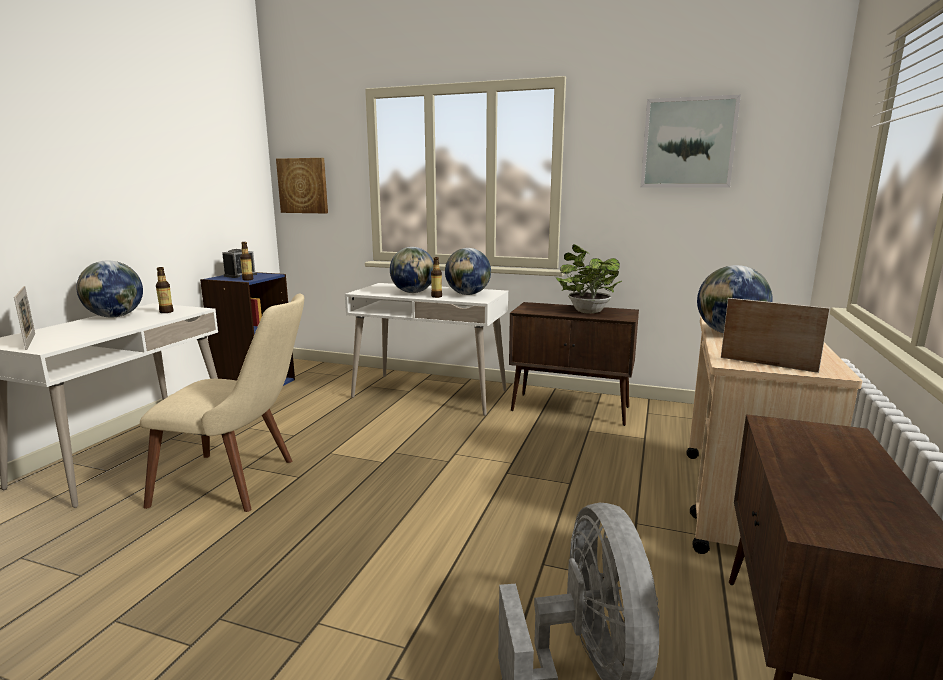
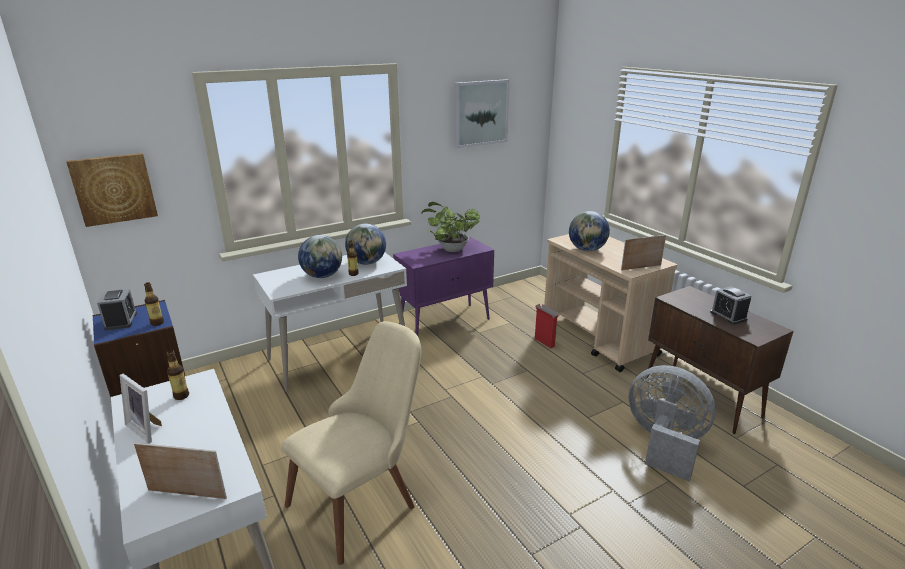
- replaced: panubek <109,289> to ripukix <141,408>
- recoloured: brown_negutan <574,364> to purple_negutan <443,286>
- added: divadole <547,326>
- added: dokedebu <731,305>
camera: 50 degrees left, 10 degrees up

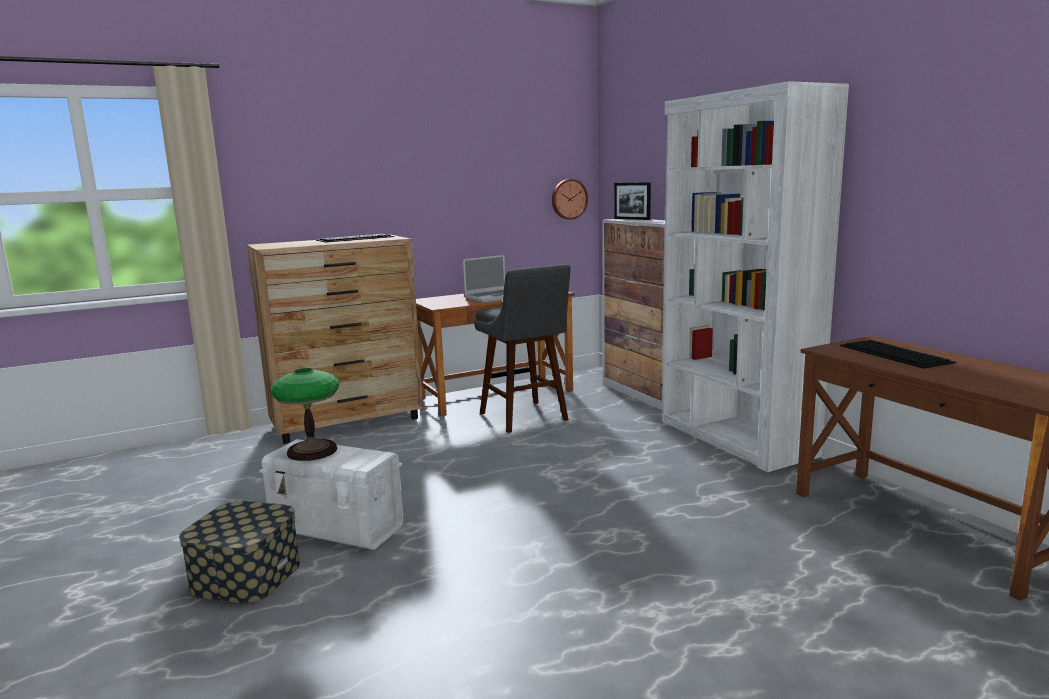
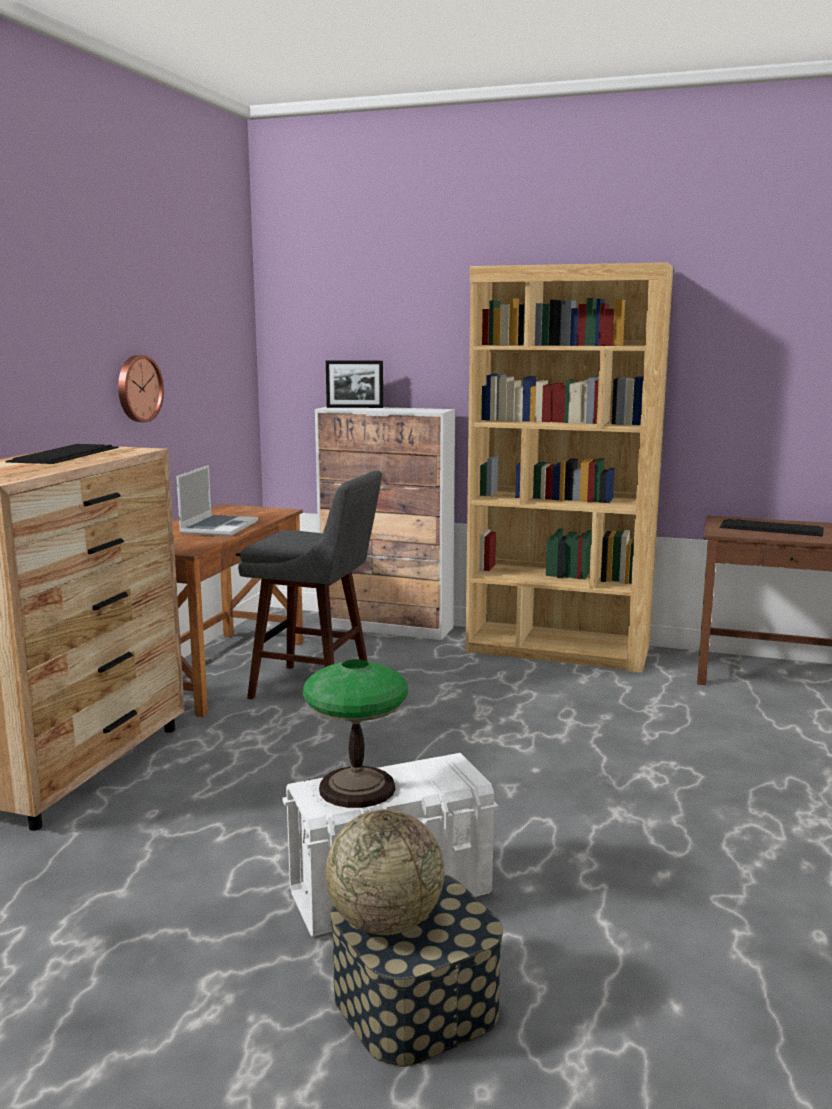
- moved: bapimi <570,199> to <141,388>
- recoloured: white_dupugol <755,276> to brown_dupugol <569,467>
- added: panubek <385,872>
camera: 45 degrees left, 0 degrees up

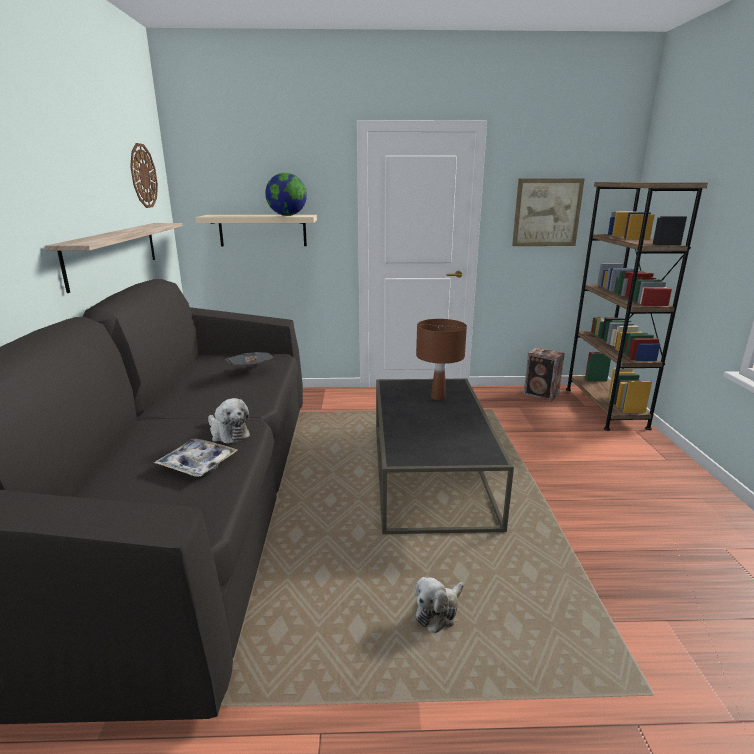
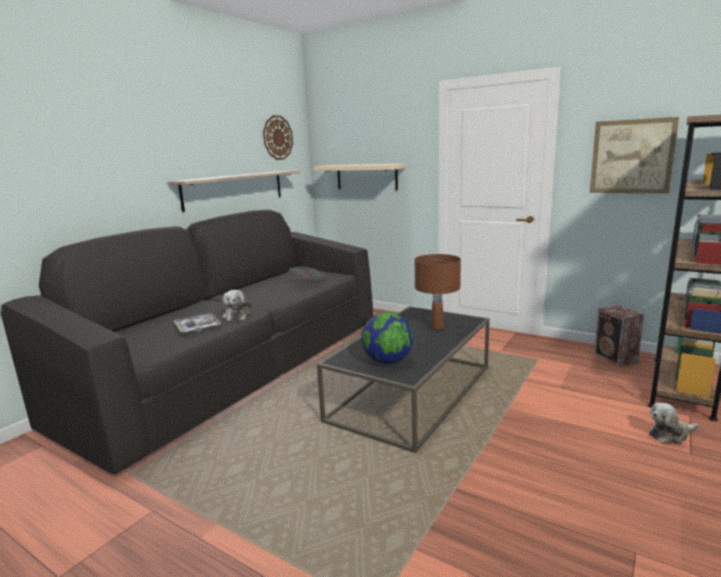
- moved: panubek <286,194> to <387,338>
- moved: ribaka <439,605> to <673,423>
camera: 35 degrees right, 5 degrees down

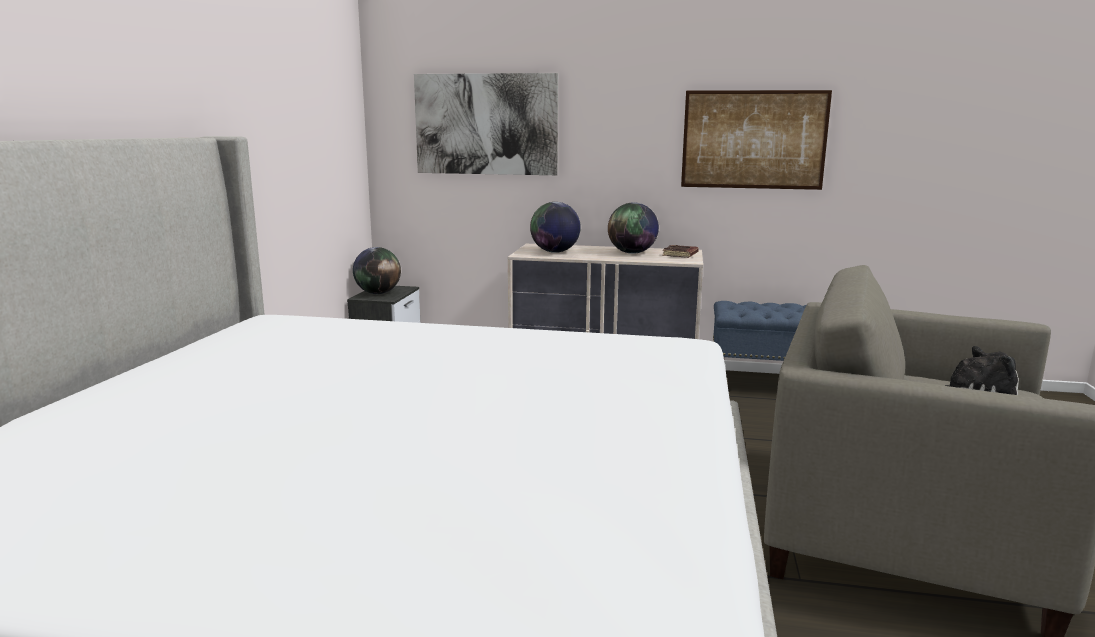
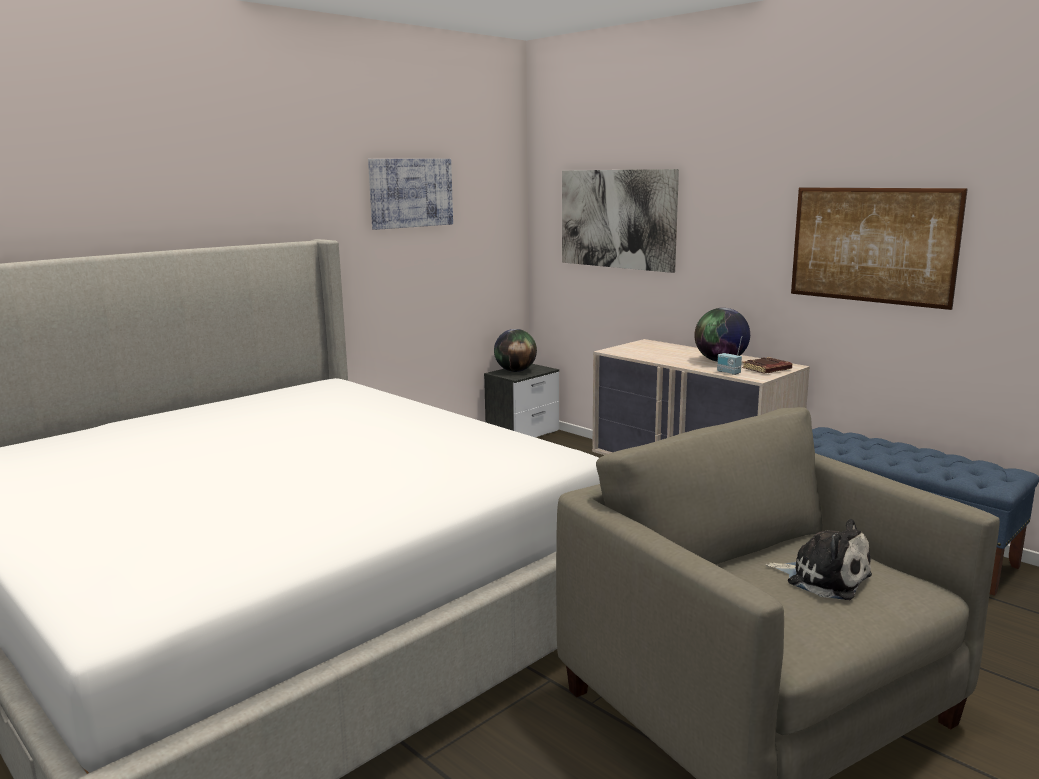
- removed: panubek <555,227>
- added: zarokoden <410,194>
- added: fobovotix <729,355>
camera: 35 degrees right, 0 degrees up

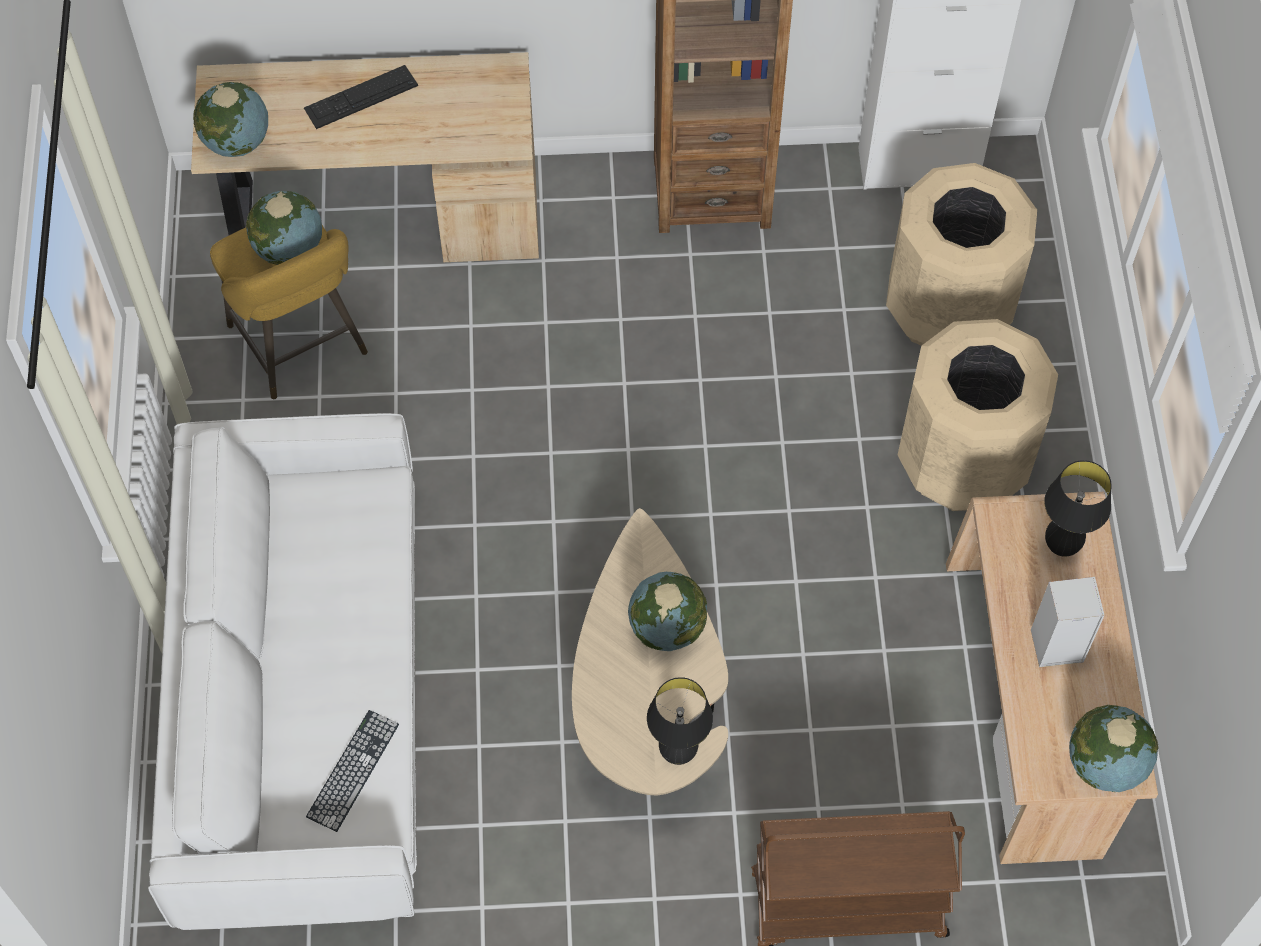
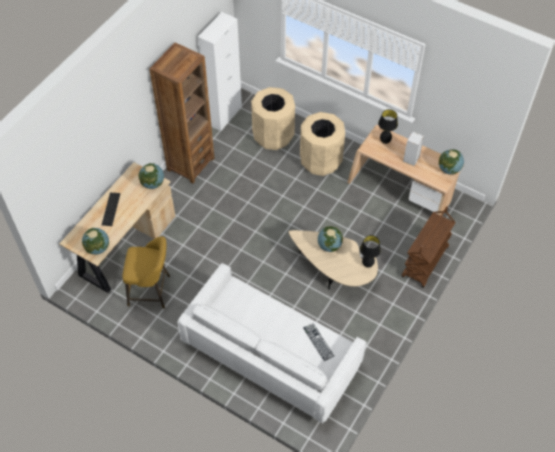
- moved: panubek <284,228> to <151,176>
camera: 55 degrees left, 5 degrees down

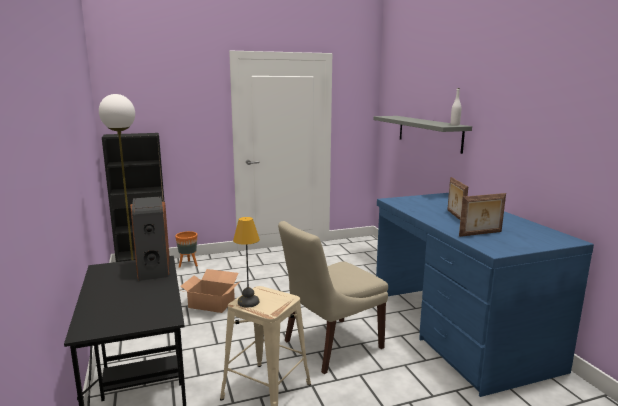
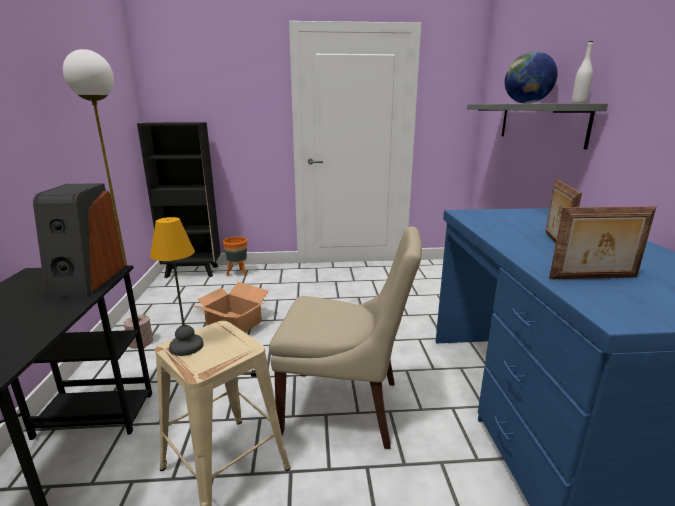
- turned: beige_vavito <333,297> = <345,338> 150 degrees counterclockwise
- added: panubek <531,77>
camera: 15 degrees right, 5 degrees up

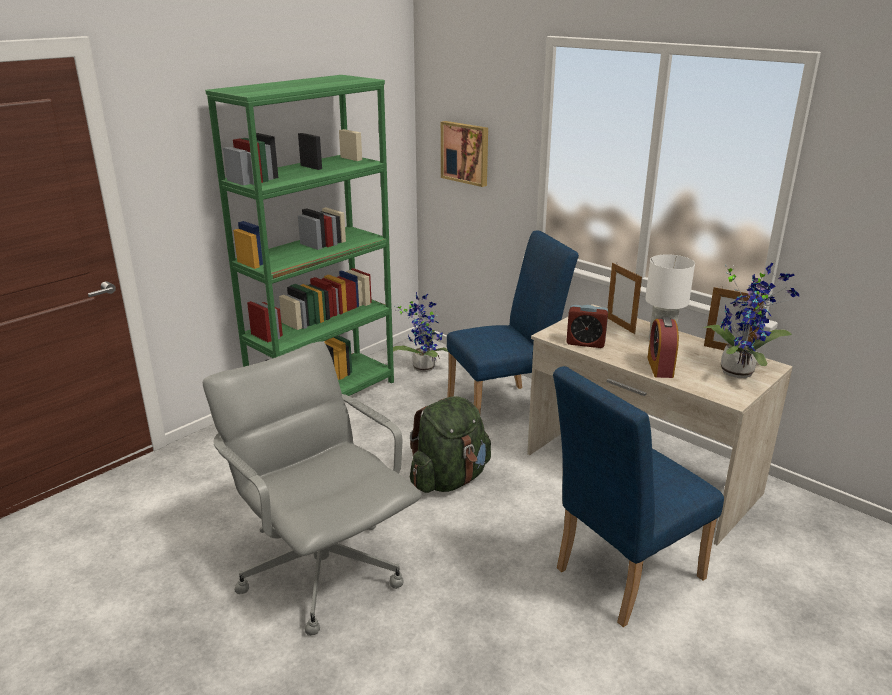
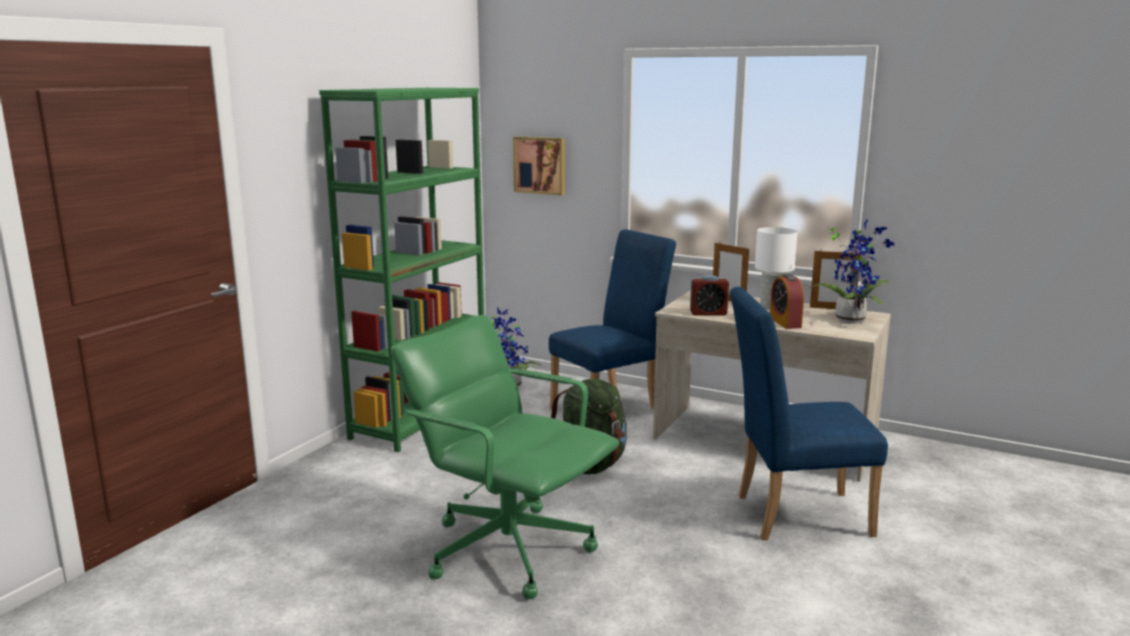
- recoloured: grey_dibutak <312,488> to green_dibutak <505,457>
- turned: blue_vavito <638,496> = <808,413> 45 degrees clockwise
camera: 15 degrees left, 10 degrees down

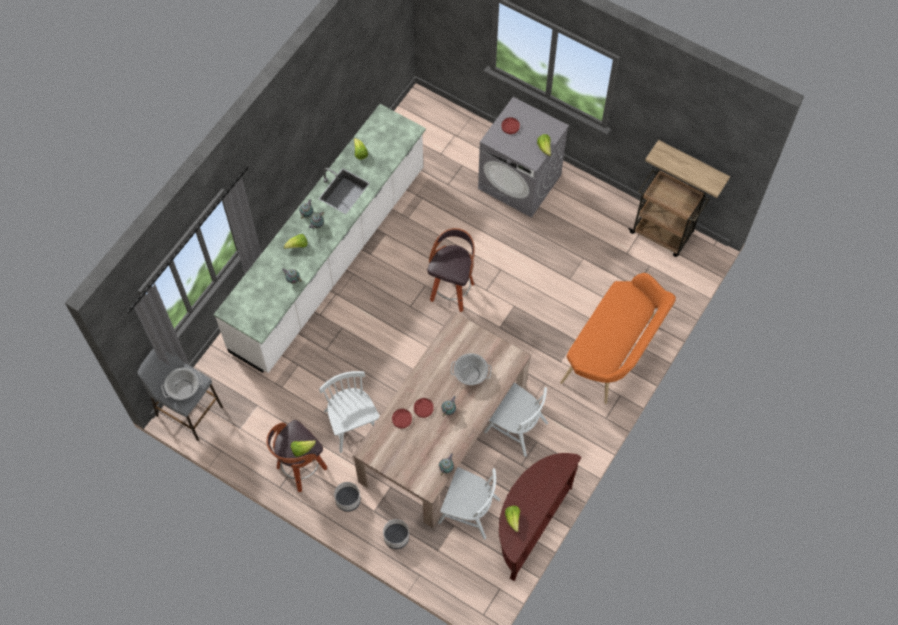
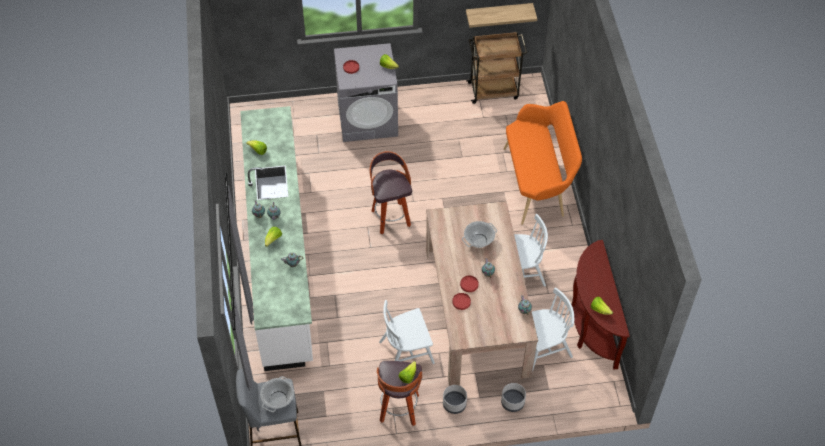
- turned: white_vavito <349,412> = <407,332> 45 degrees counterclockwise
camera: 40 degrees left, 10 degrees down

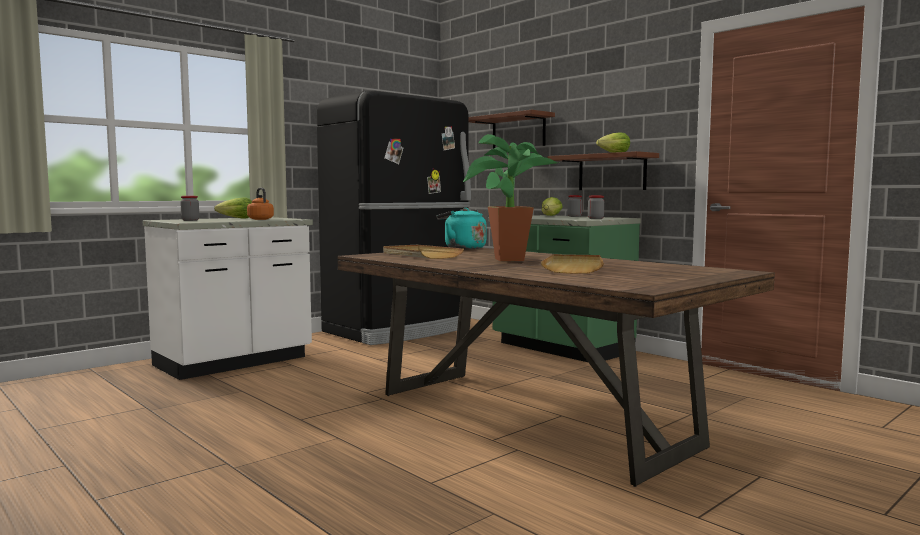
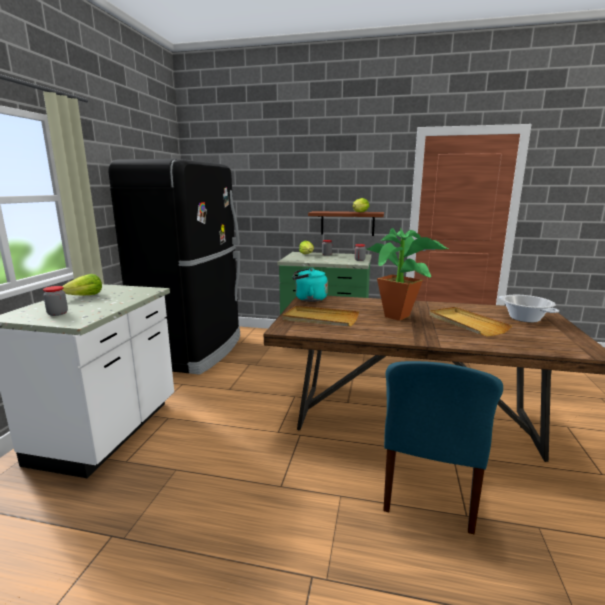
- removed: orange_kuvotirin <260,204>
- removed: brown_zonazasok <512,129>
- added: blue_vavito <443,447>
- added: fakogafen <529,309>
camera: 35 degrees left, 10 degrees up

